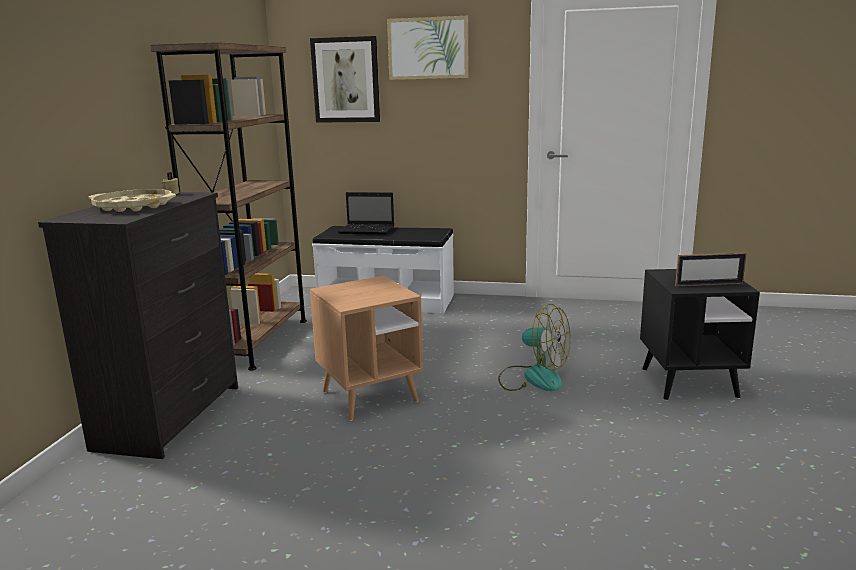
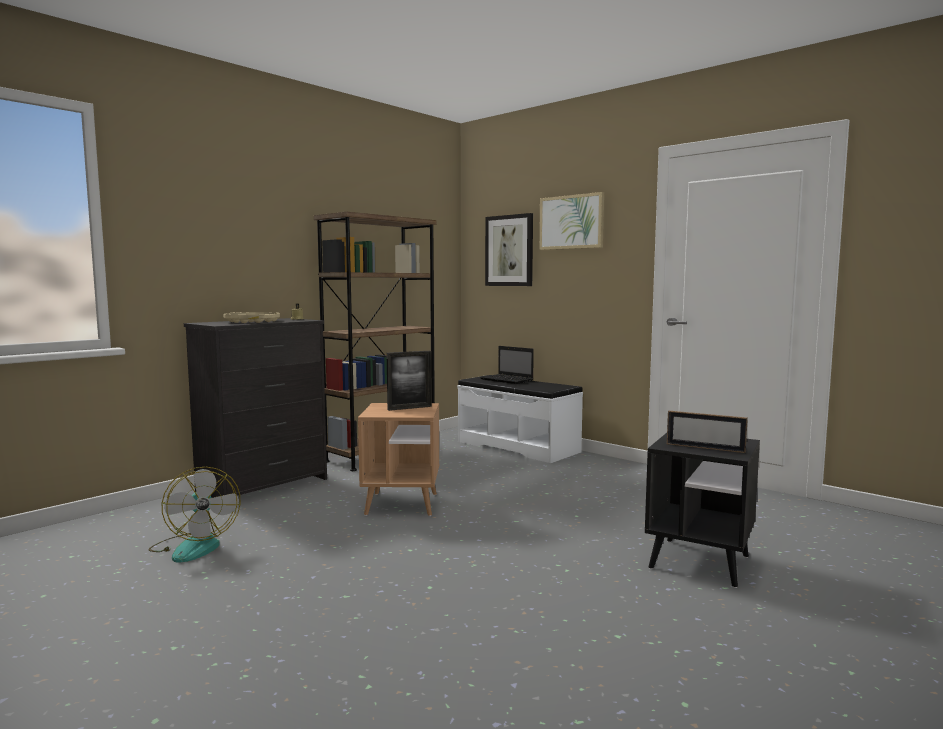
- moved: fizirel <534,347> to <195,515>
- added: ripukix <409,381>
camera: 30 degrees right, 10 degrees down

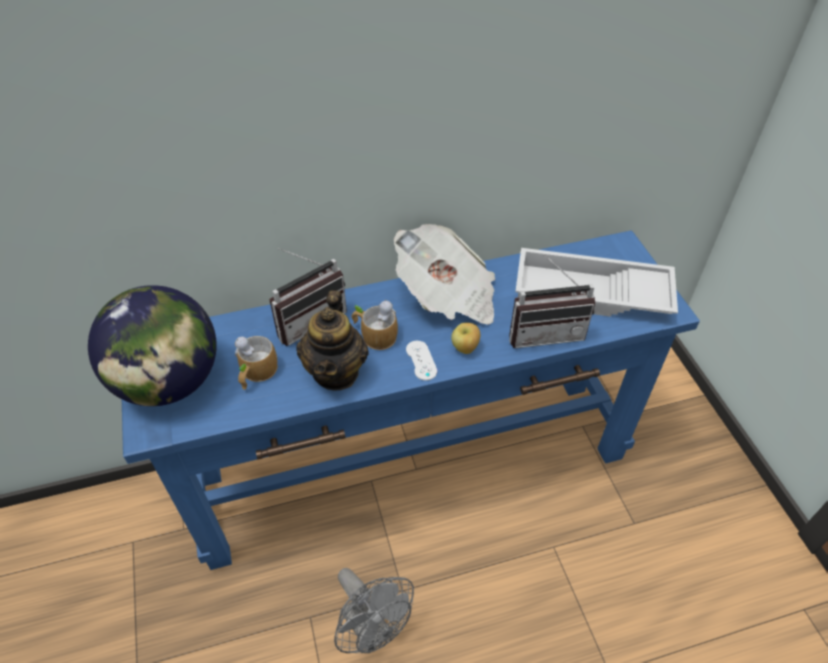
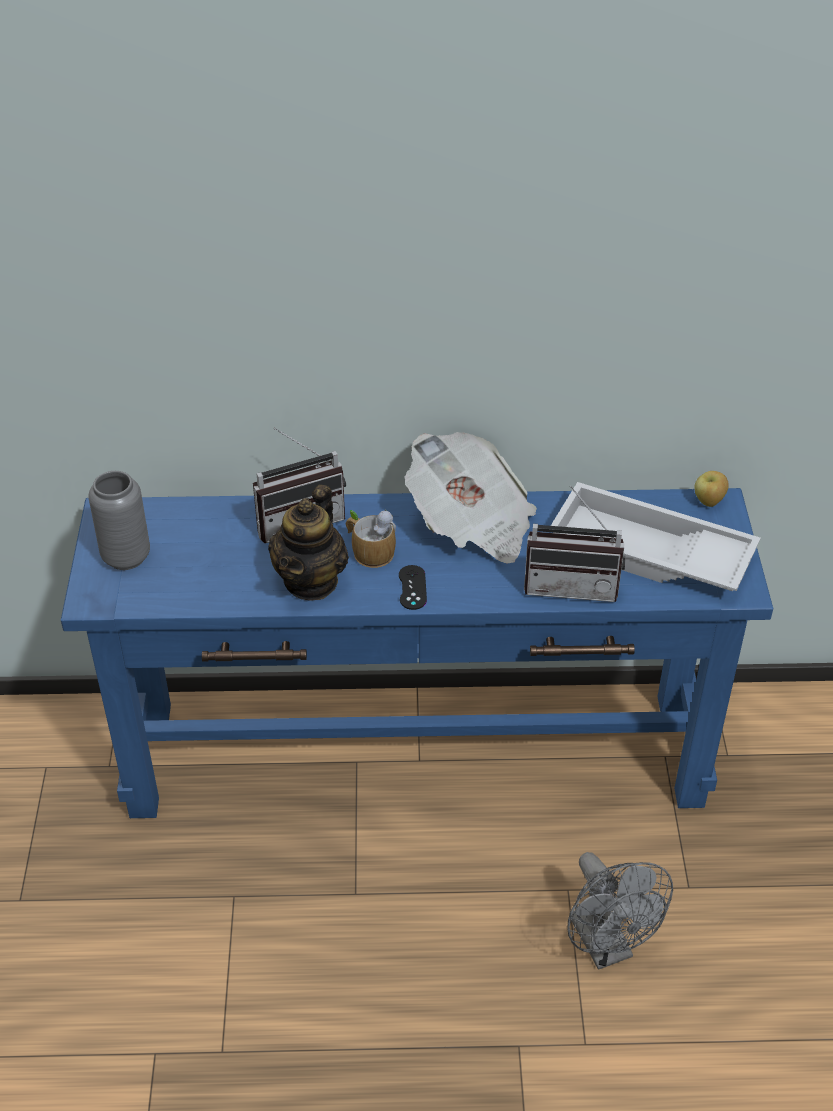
- replaced: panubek <152,345> to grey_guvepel <119,520>
- removed: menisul <256,363>
- moved: grey_fizirel <374,610> to <620,911>
- recoloured: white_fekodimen <421,361> to black_fekodimen <413,587>
- moved: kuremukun <465,338> to <711,489>
camera: 15 degrees right, 5 degrees down

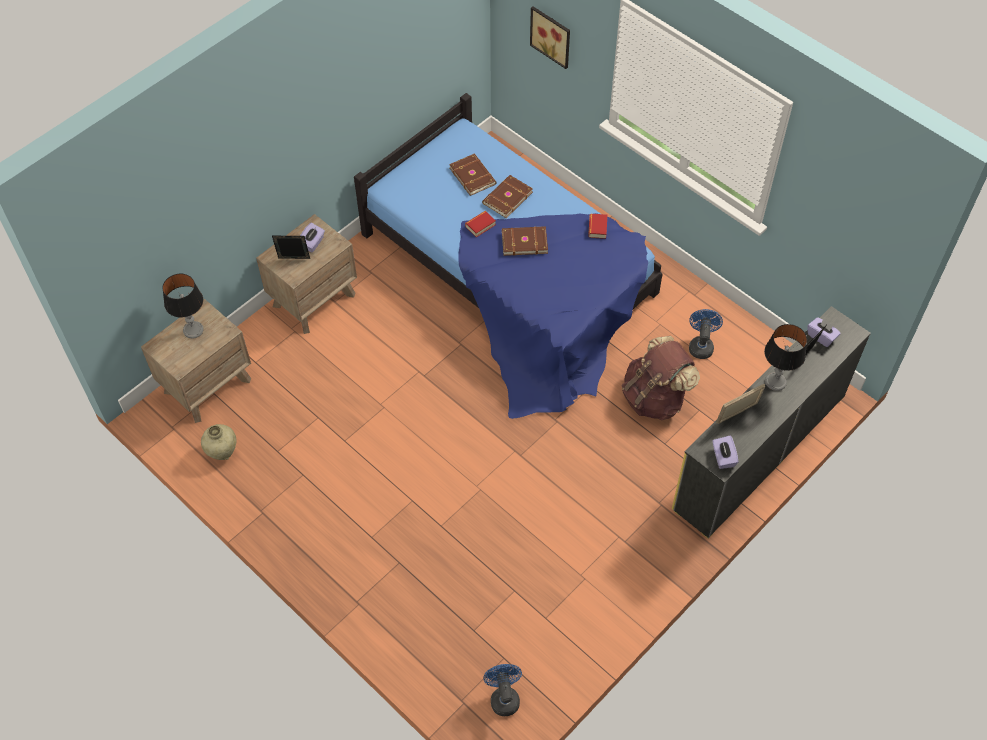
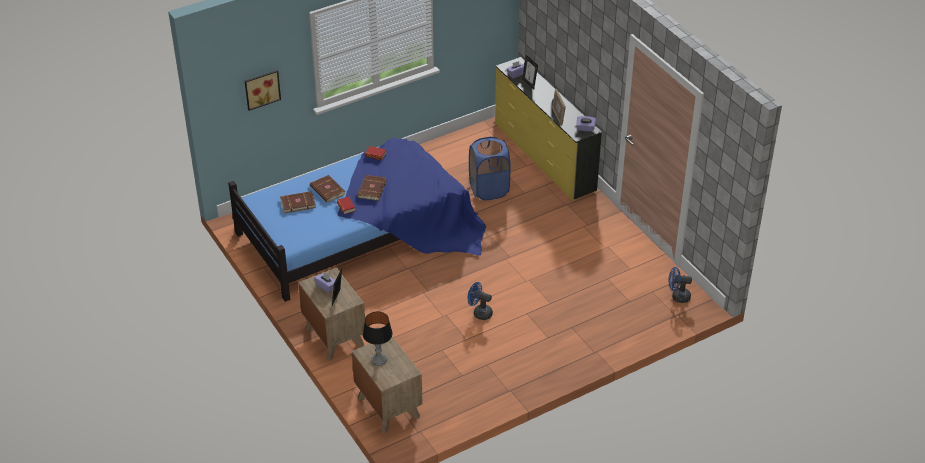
- removed: beige_guvepel <218,442>
- replaced: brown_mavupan <661,378> to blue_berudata <490,168>
- moved: blue_fizirel <706,334> to <480,301>
- removed: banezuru <785,357>
camera: 75 degrees left, 15 degrees down

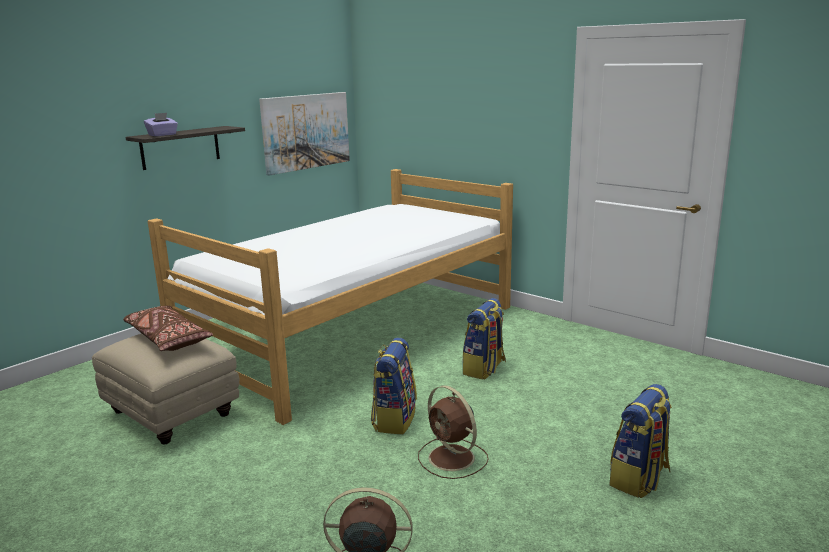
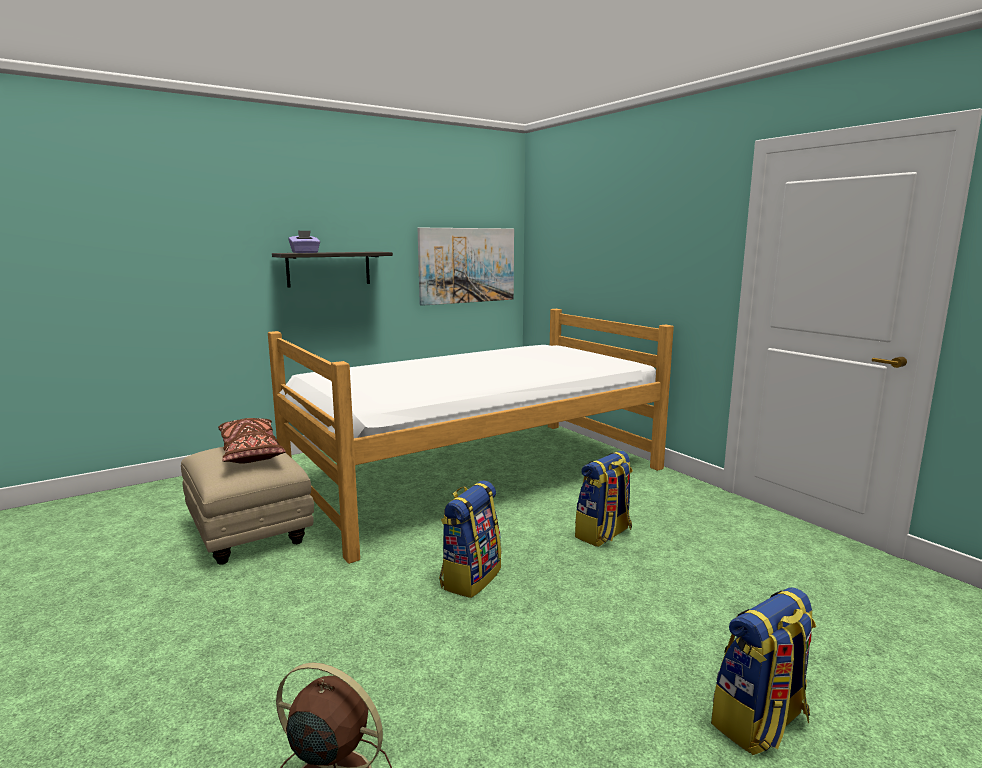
- removed: brown_fizirel <453,432>
camera: 15 degrees right, 5 degrees down

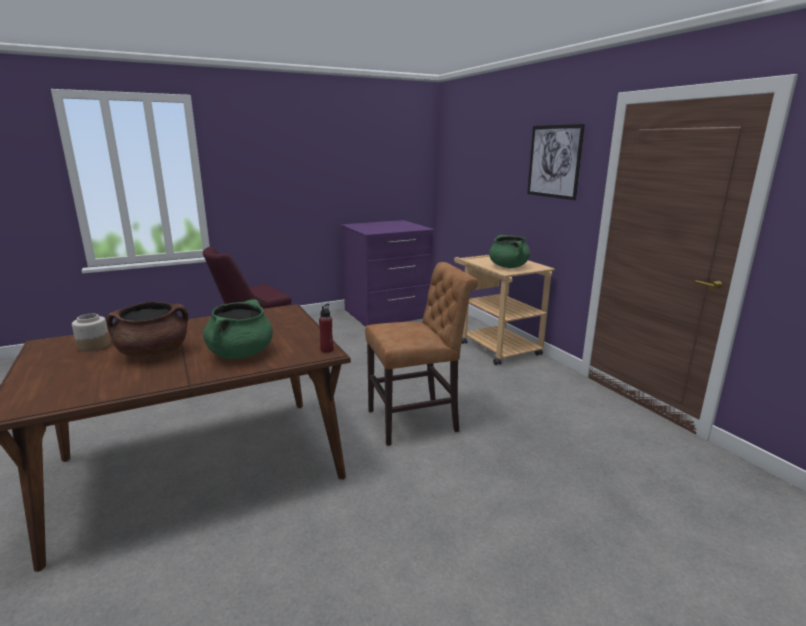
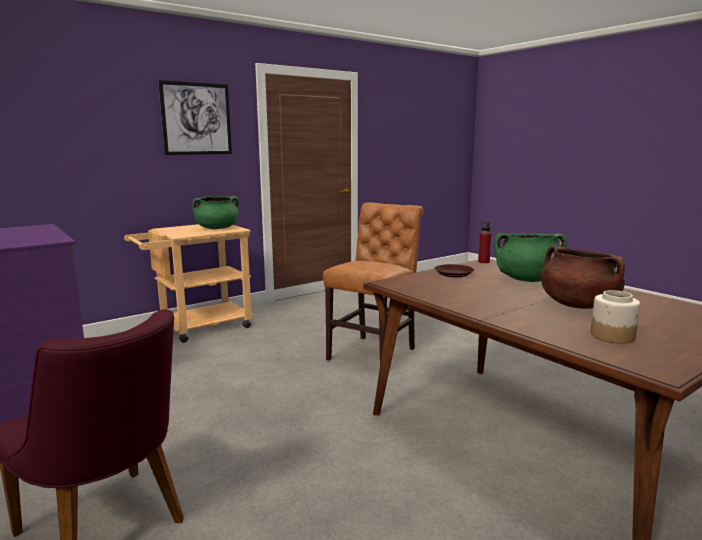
- turned: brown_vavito <421,354> = <373,282> 60 degrees clockwise
- added: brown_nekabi <454,270>
camera: 100 degrees left, 5 degrees down

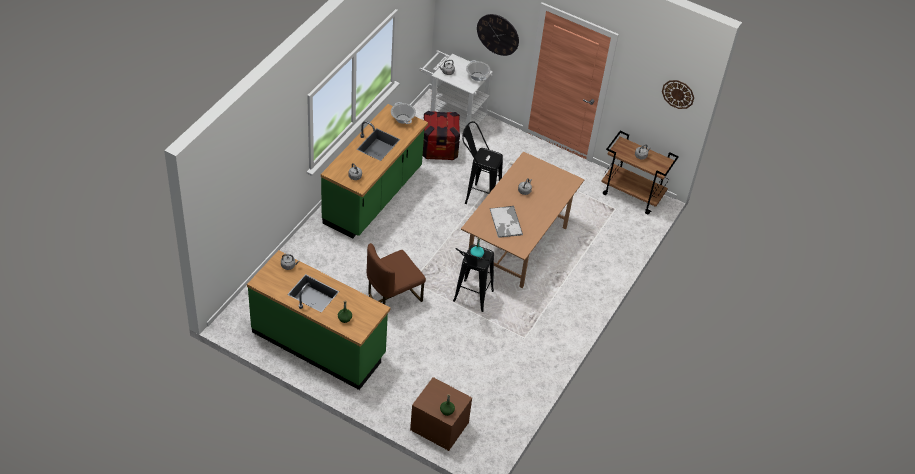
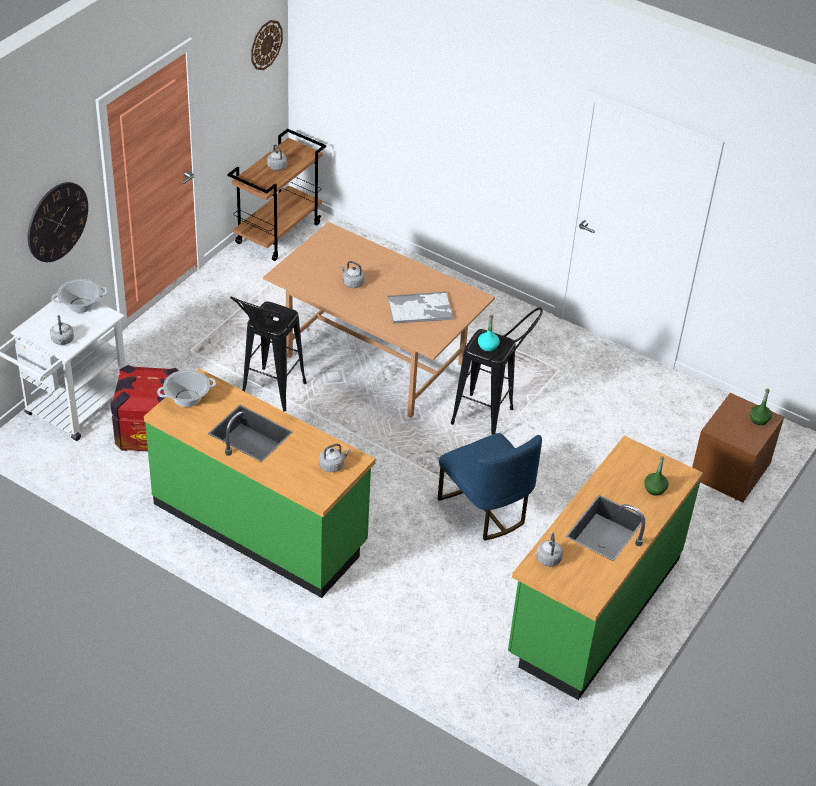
- recoloured: brown_vavito <396,274> to blue_vavito <490,487>
camera: 85 degrees left, 5 degrees down

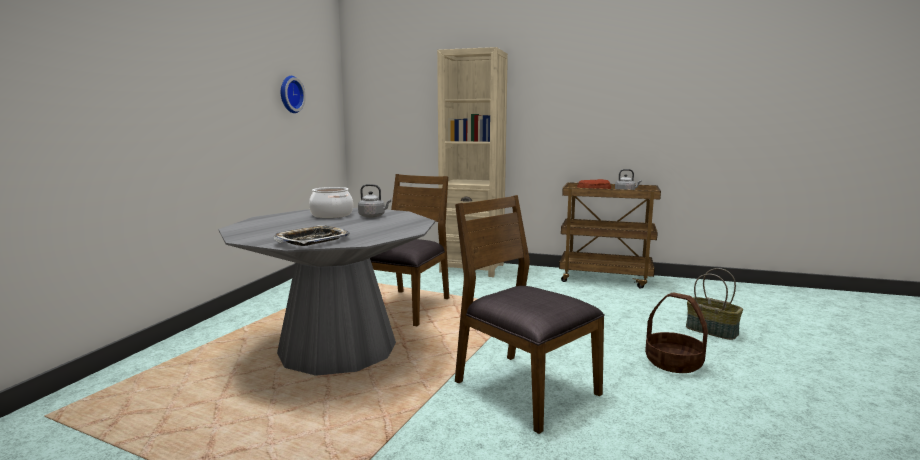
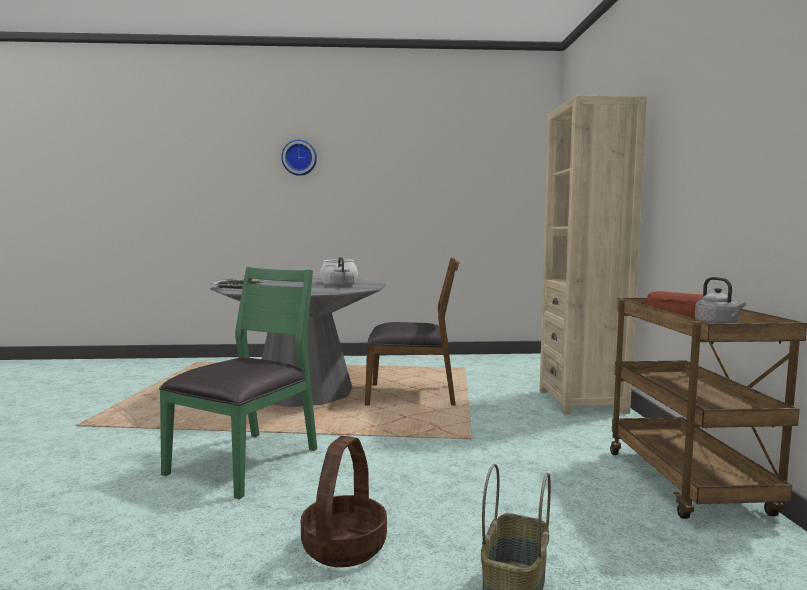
- moved: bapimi <293,94> to <299,158>
- recoloured: brown_vavito <530,314> to green_vavito <238,383>
camera: 70 degrees right, 5 degrees down

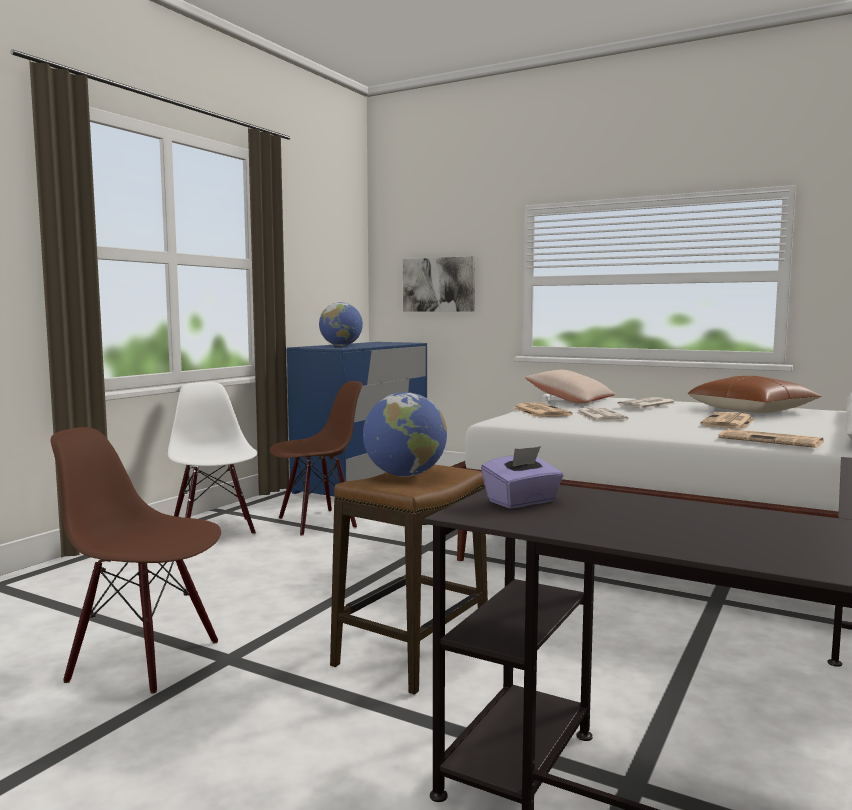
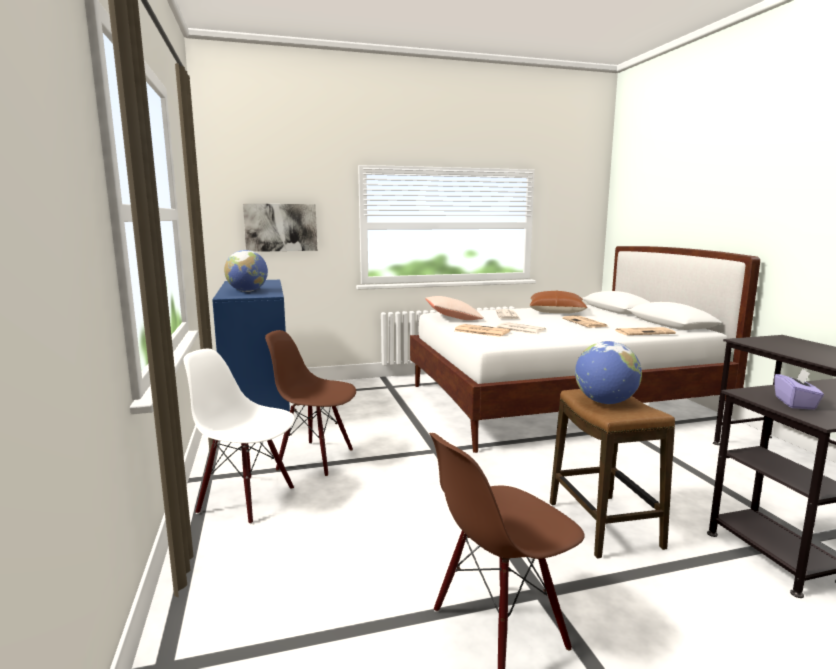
- turned: brown_vavito <316,458> = <310,403> 90 degrees counterclockwise
camera: 45 degrees left, 5 degrees up

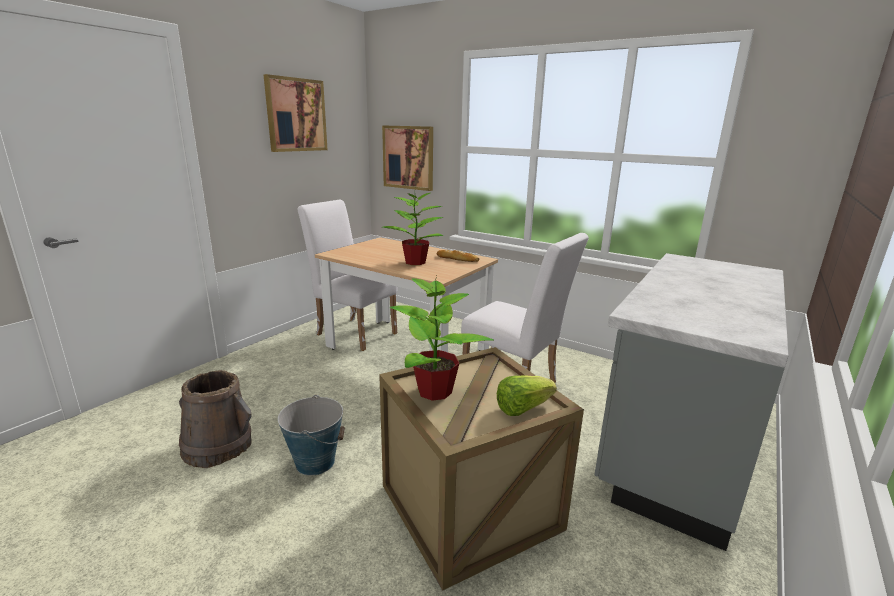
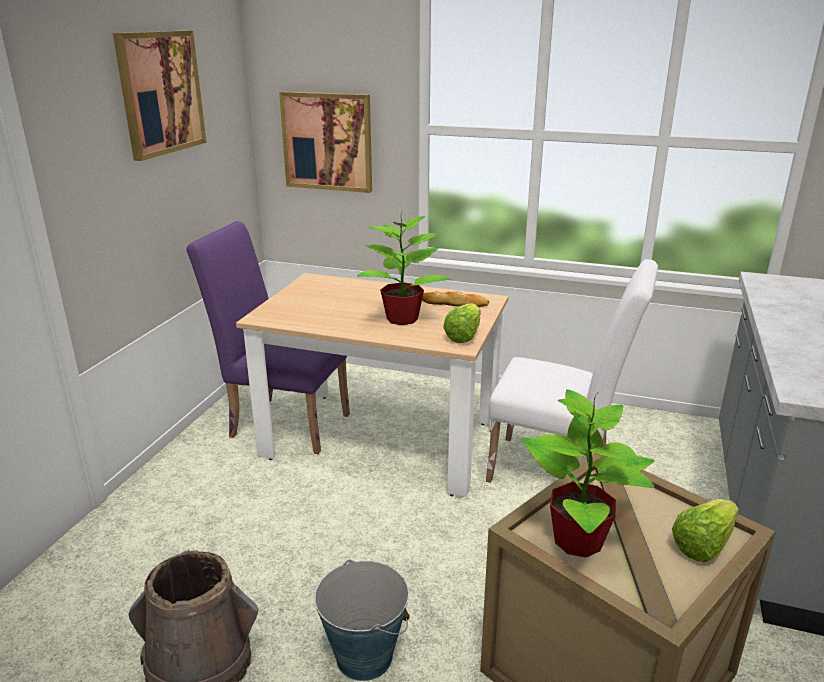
- recoloured: white_vavito <348,275> to purple_vavito <268,337>
- added: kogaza <462,323>
camera: 15 degrees left, 5 degrees up

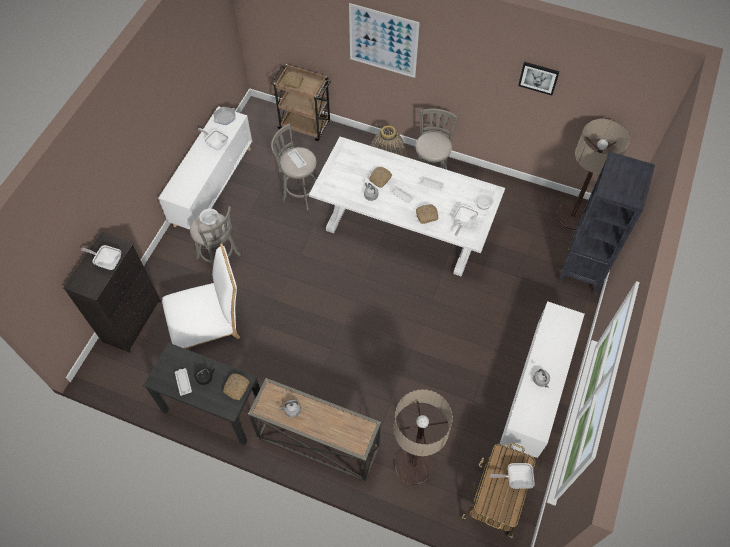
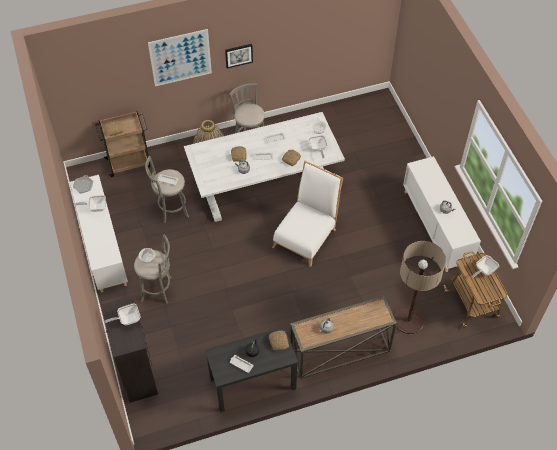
- moved: white_vavito <201,296> to <307,213>
- moved: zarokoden <539,79> to <239,56>
- removed: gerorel <593,174>
- removed: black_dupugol <606,222>
camera: 40 degrees left, 5 degrees down

